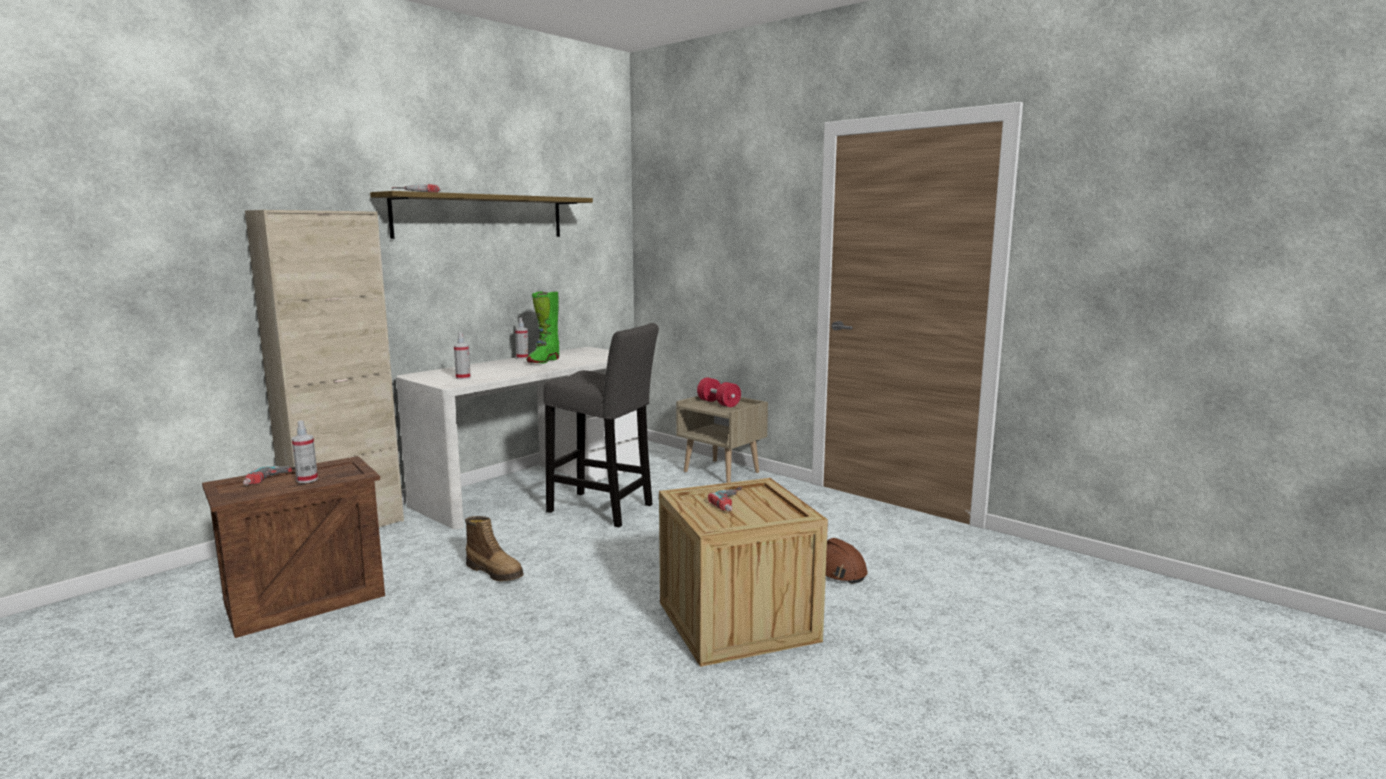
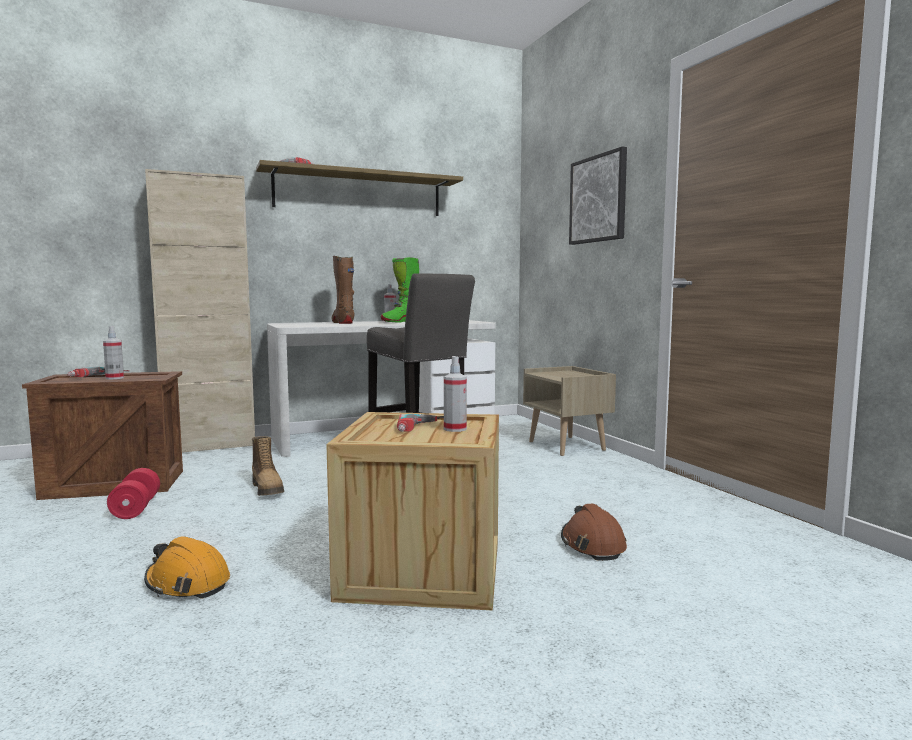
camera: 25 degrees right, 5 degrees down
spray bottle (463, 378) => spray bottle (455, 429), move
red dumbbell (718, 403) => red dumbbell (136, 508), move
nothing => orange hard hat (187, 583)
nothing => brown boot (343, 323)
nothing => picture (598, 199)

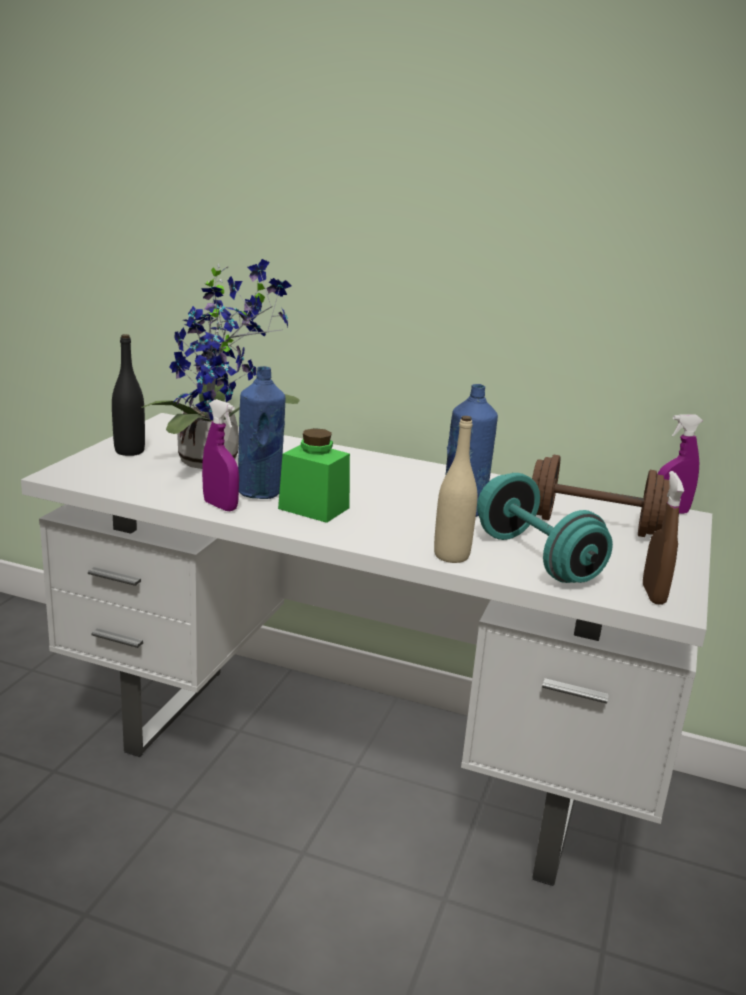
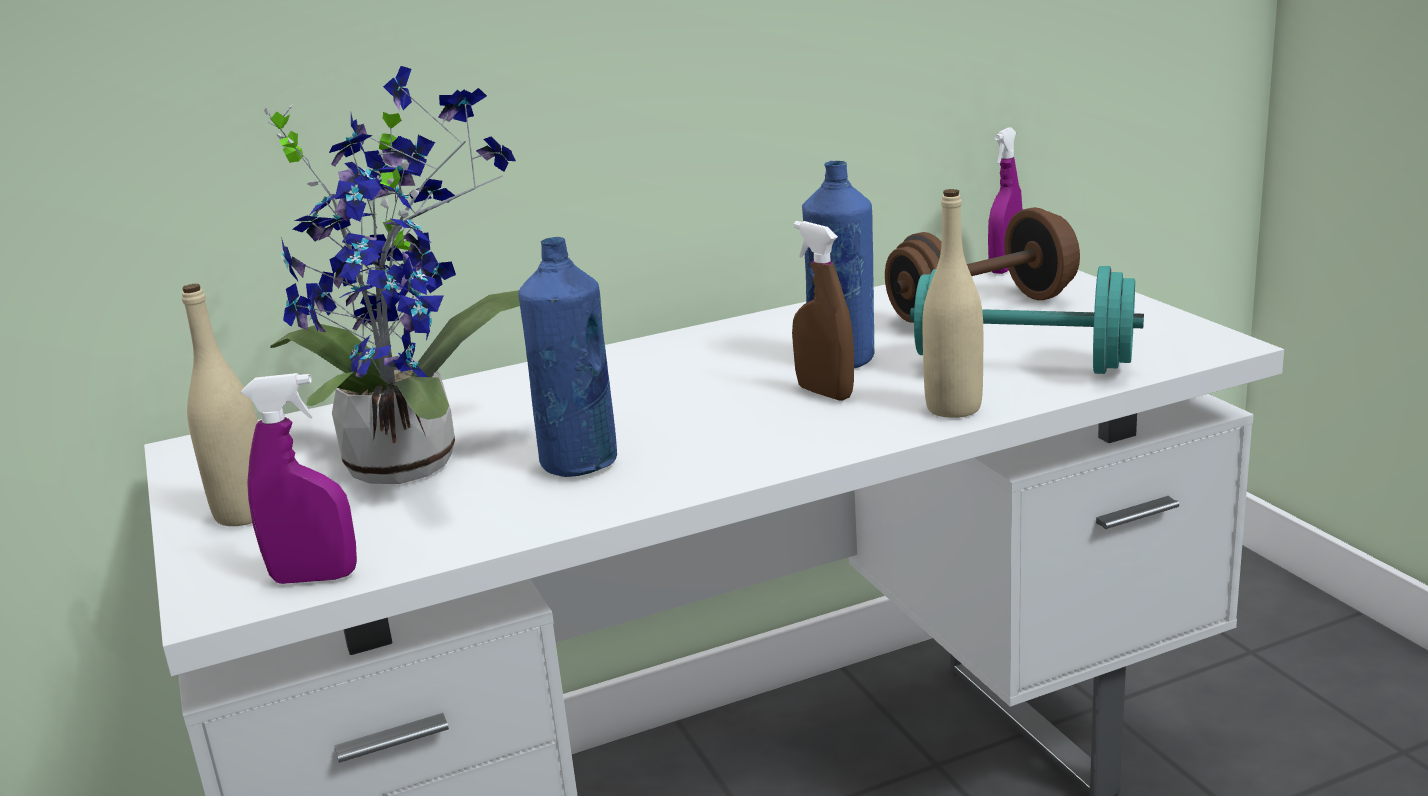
camera: 40 degrees left, 0 degrees up
black bottle (129, 451) => beige bottle (244, 514)
purple spray bottle (220, 506) => purple spray bottle (315, 577), move
green jar (314, 508) => nothing
brown spray bottle (653, 594) => brown spray bottle (824, 392), move

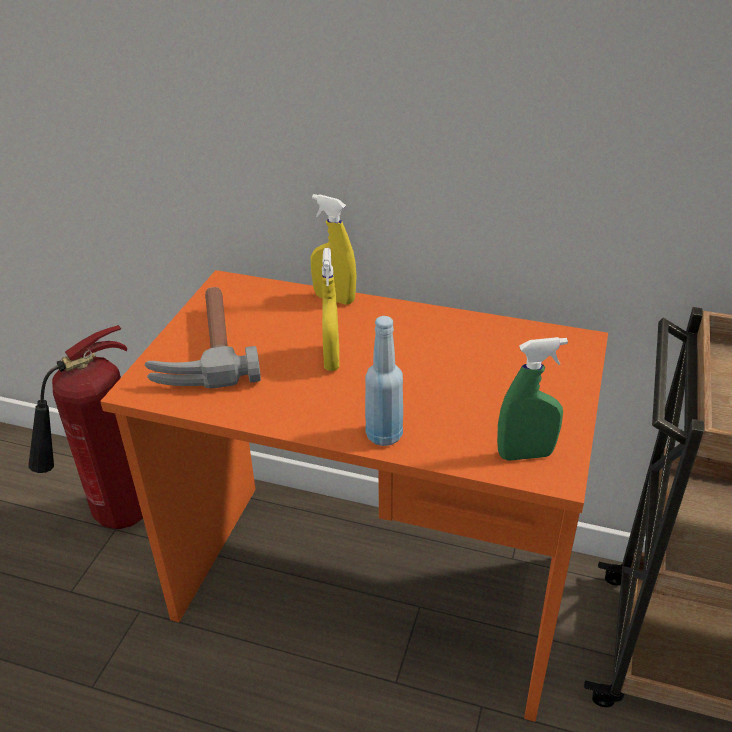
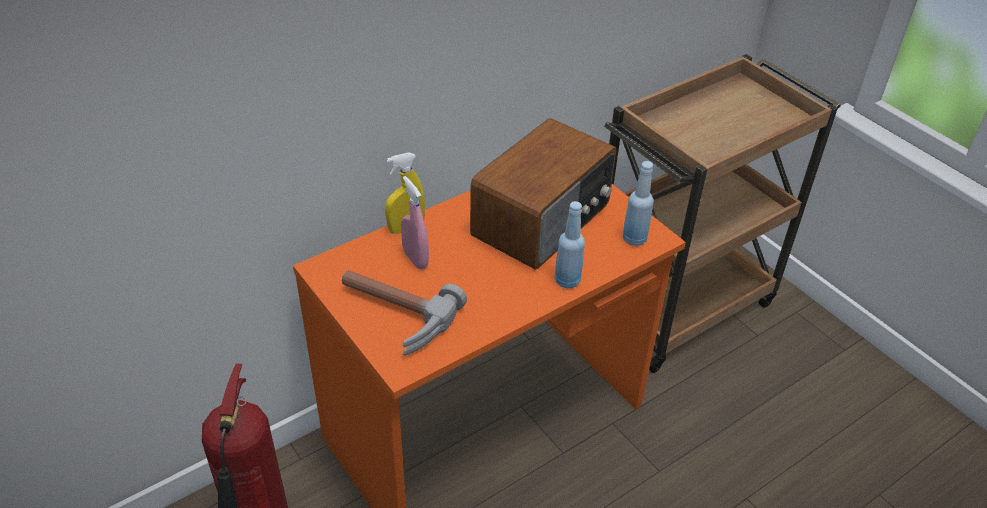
camera: 55 degrees left, 5 degrees up
yellow spray bottle (331, 359) => nothing
green spray bottle (525, 454) => blue bottle (634, 239)
nothing => pink spray bottle (415, 259)
nothing => radio (543, 220)

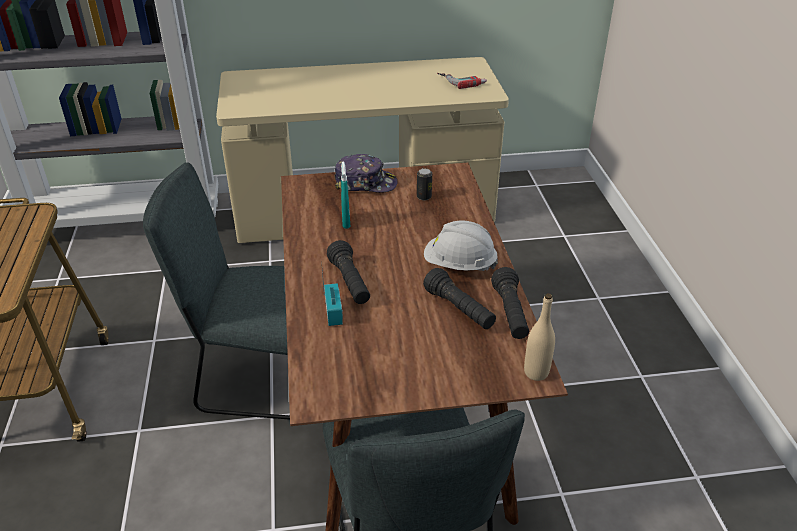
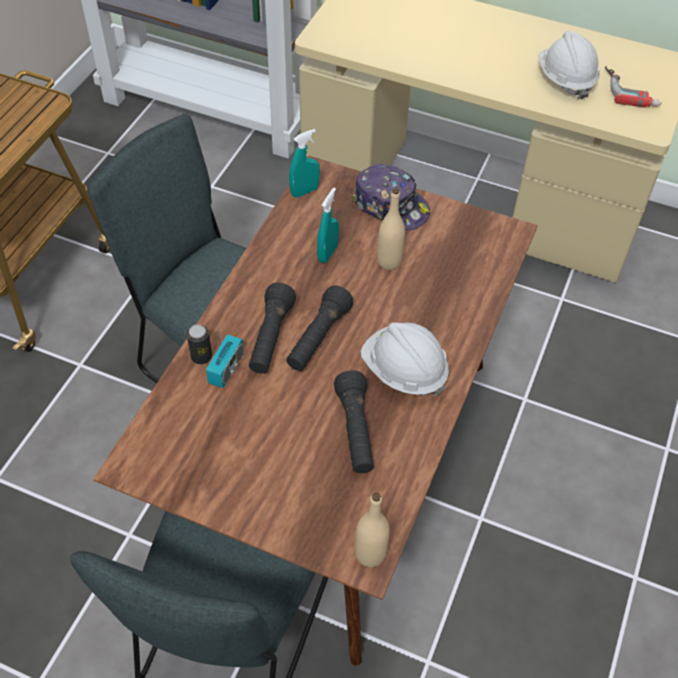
camera: 30 degrees right, 15 degrees up
can (424, 197) => can (201, 356), move
black flashlight (510, 313) => black flashlight (318, 338), move
nothing => turquoise spray bottle (304, 191)
nothing => beige bottle (389, 261)
nothing => white hard hat (565, 79)

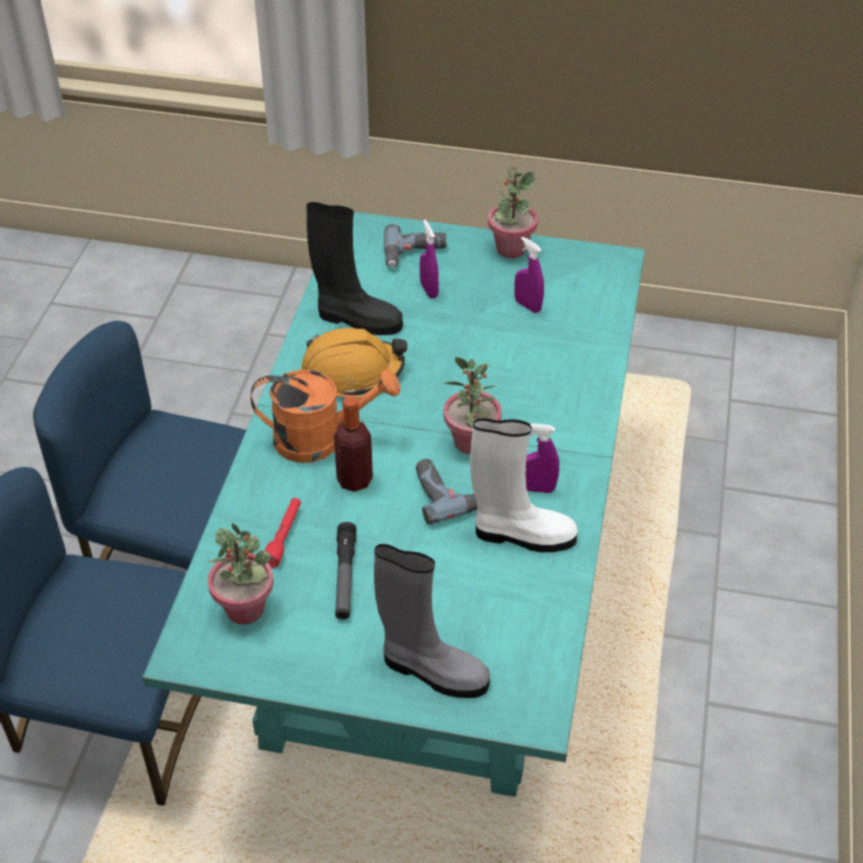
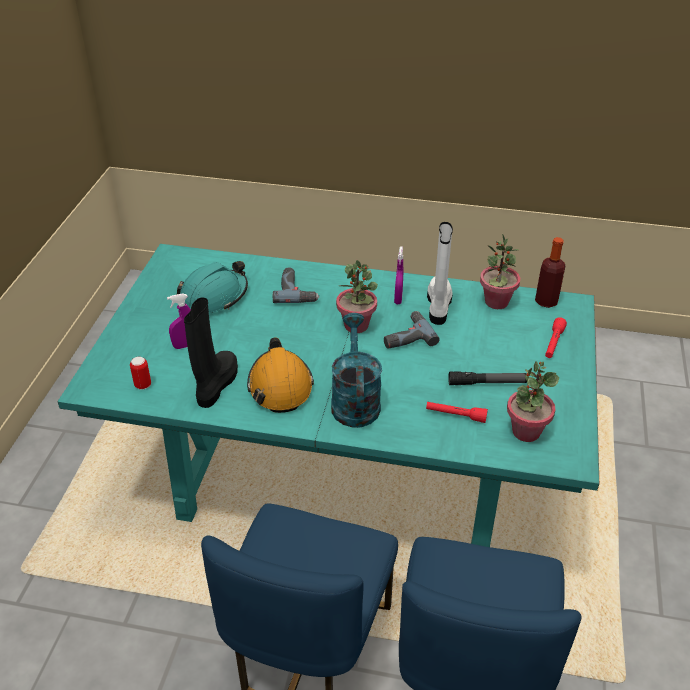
camera: 90 degrees left, 5 degrees down
orange watering can (321, 439) => turquoise watering can (354, 400)
bottle (354, 480) => bottle (546, 301), move
grey boot (432, 670) => red flashlight (553, 343)
power drill (414, 254) => power drill (296, 291), move
potted plant (510, 249) => potted plant (496, 302), move
purple spray bottle (527, 306) => turquoise hard hat (214, 297)
nothing => can (143, 385)

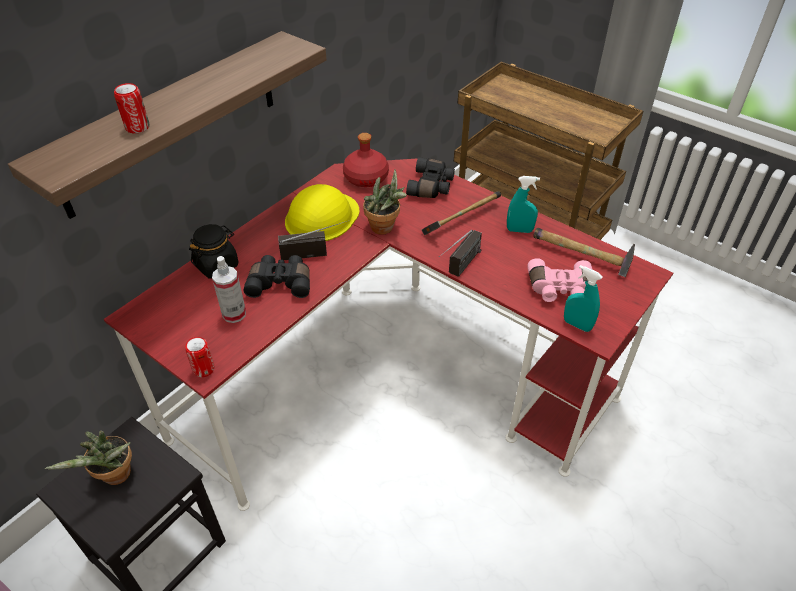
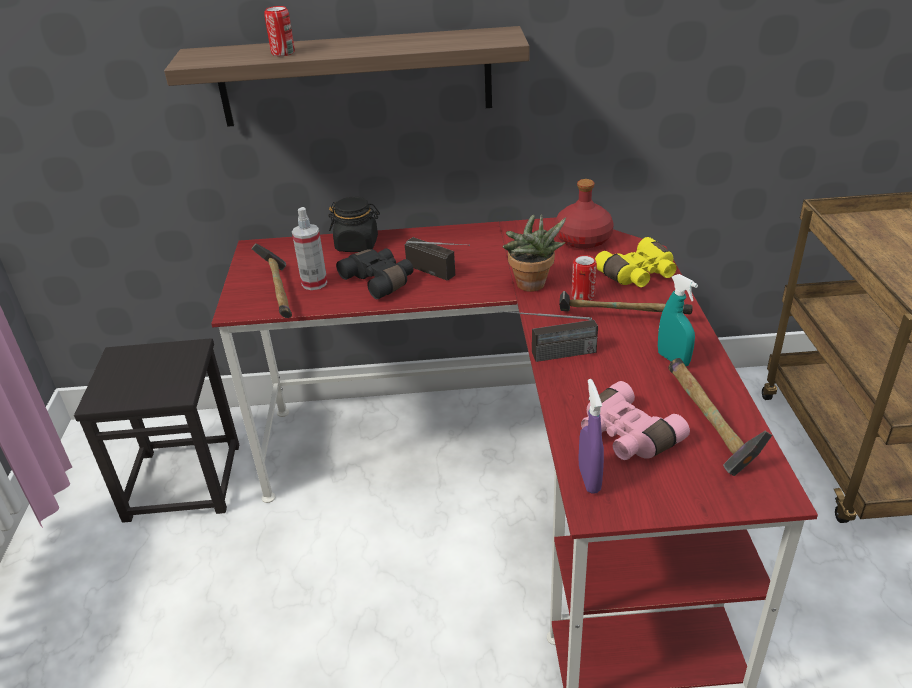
camera: 50 degrees right, 10 degrees down
potted plant (115, 477) => nothing
can (203, 369) => can (583, 296), move
yellow hard hat (322, 217) => nothing
black binoculars (431, 186) => yellow binoculars (639, 275)
turquoise spray bottle (577, 325) => purple spray bottle (589, 479)
nothing => hammer (280, 293)

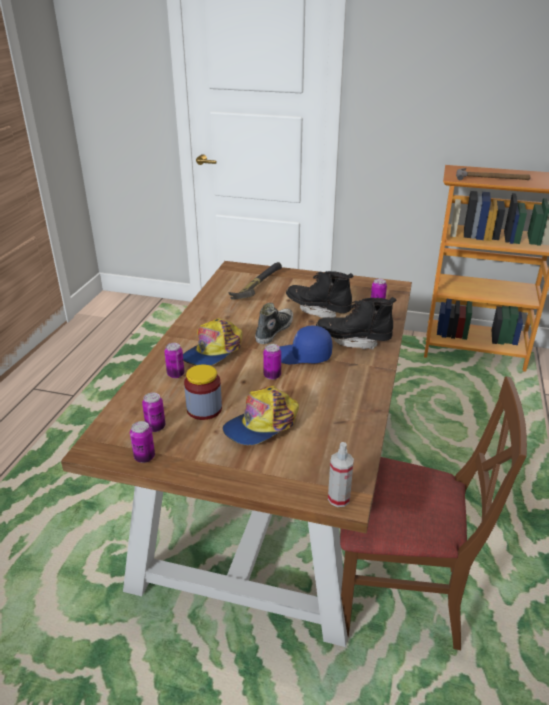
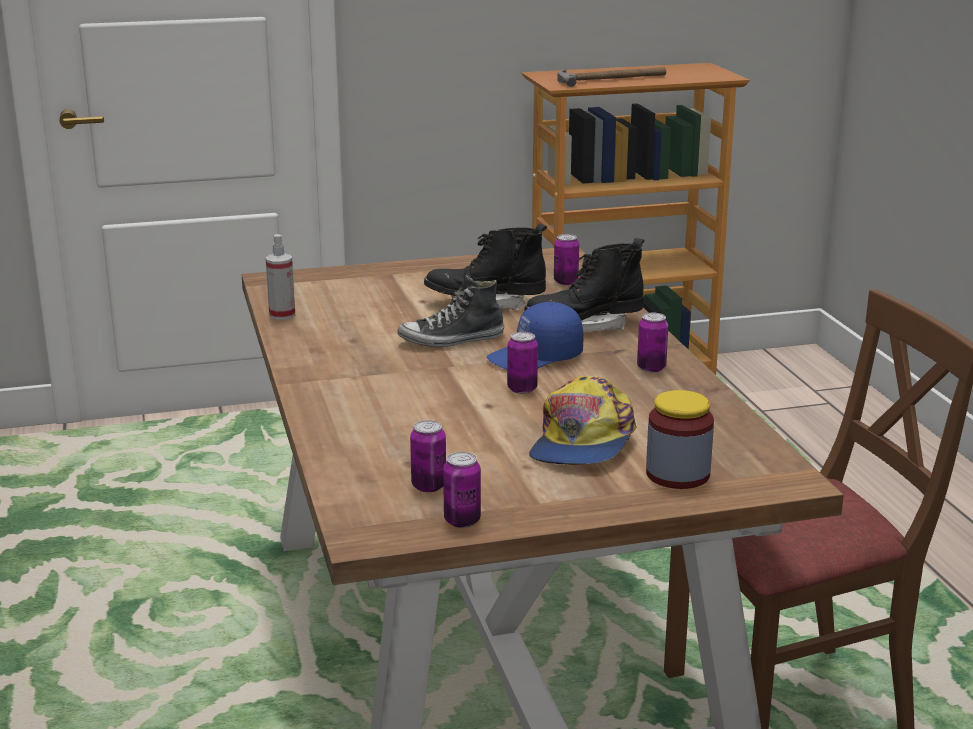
camera: 30 degrees left, 10 degrees down
can (175, 374) => can (651, 368), move
cap (213, 351) => nothing
jar (204, 409) => jar (677, 474), move
hammer (255, 289) => nothing
shoe (273, 330) => shoe (451, 340), 105 degrees counterclockwise
spray bottle (339, 498) => spray bottle (282, 315), move

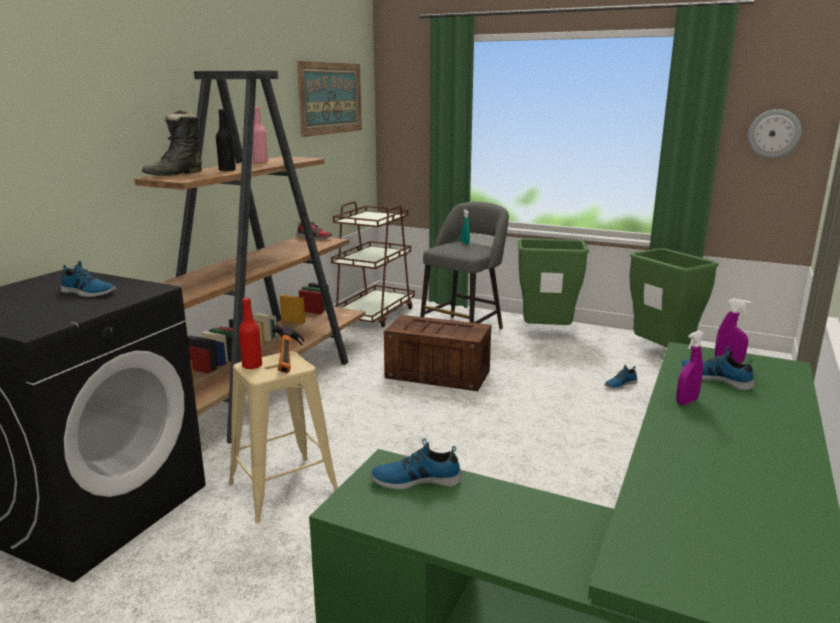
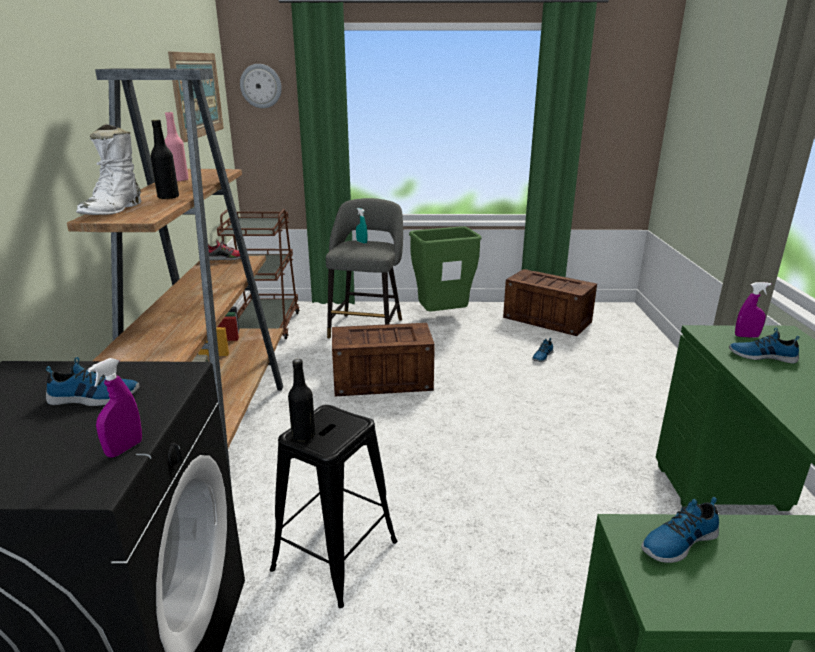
camera: 25 degrees left, 5 degrees up
black boot (175, 174) => white boot (114, 210)
beige stool (282, 489) => black stool (335, 556)
red bottle (252, 366) => black bottle (303, 435)
hammer (290, 360) => nothing
green trash can (662, 353) => crate (548, 320)
purple spray bottle (686, 401) => purple spray bottle (124, 449), move
wall clock (774, 133) => wall clock (261, 86), move

